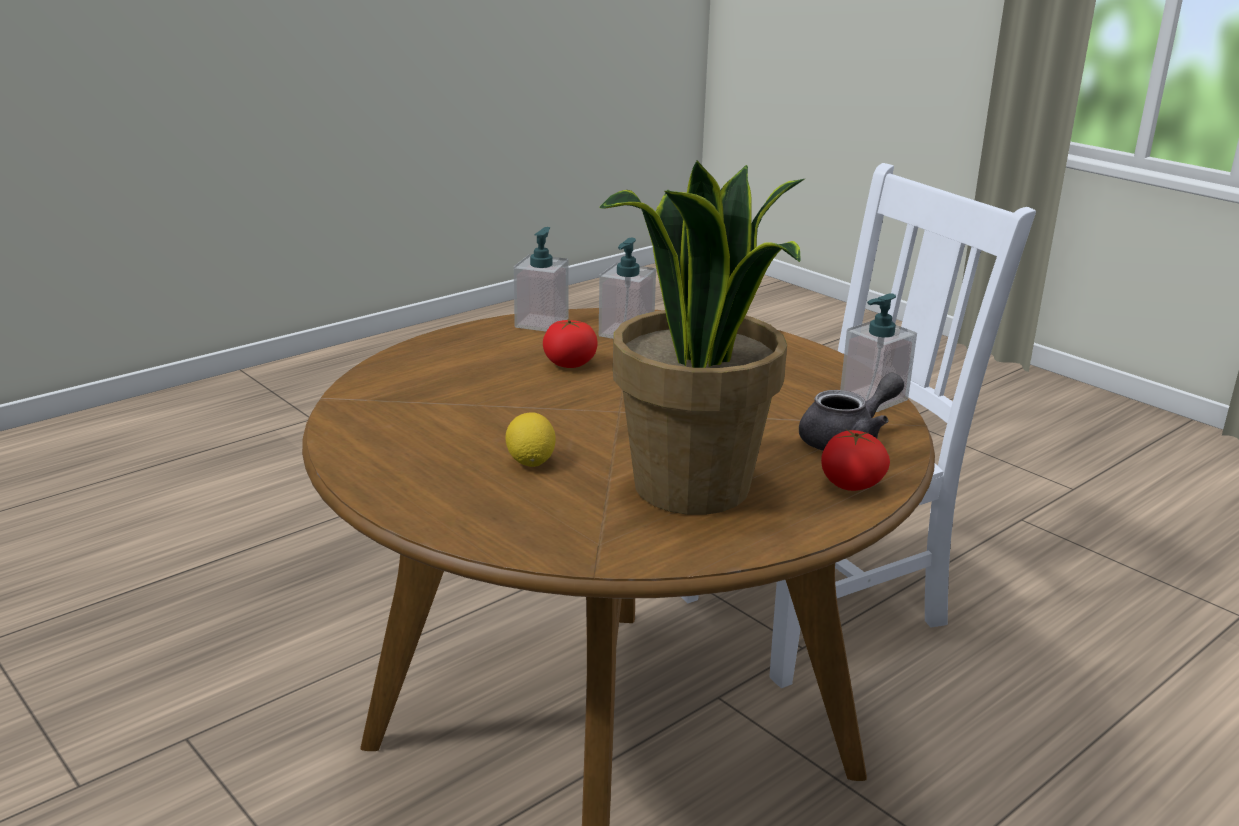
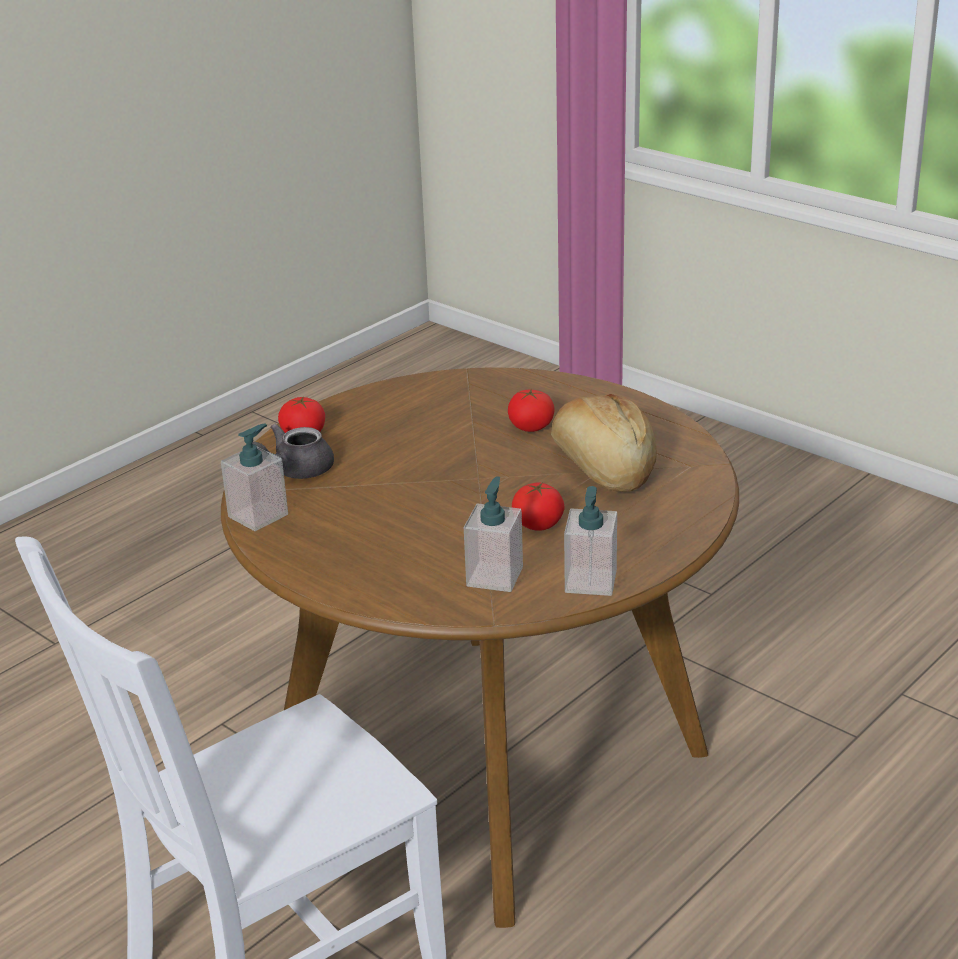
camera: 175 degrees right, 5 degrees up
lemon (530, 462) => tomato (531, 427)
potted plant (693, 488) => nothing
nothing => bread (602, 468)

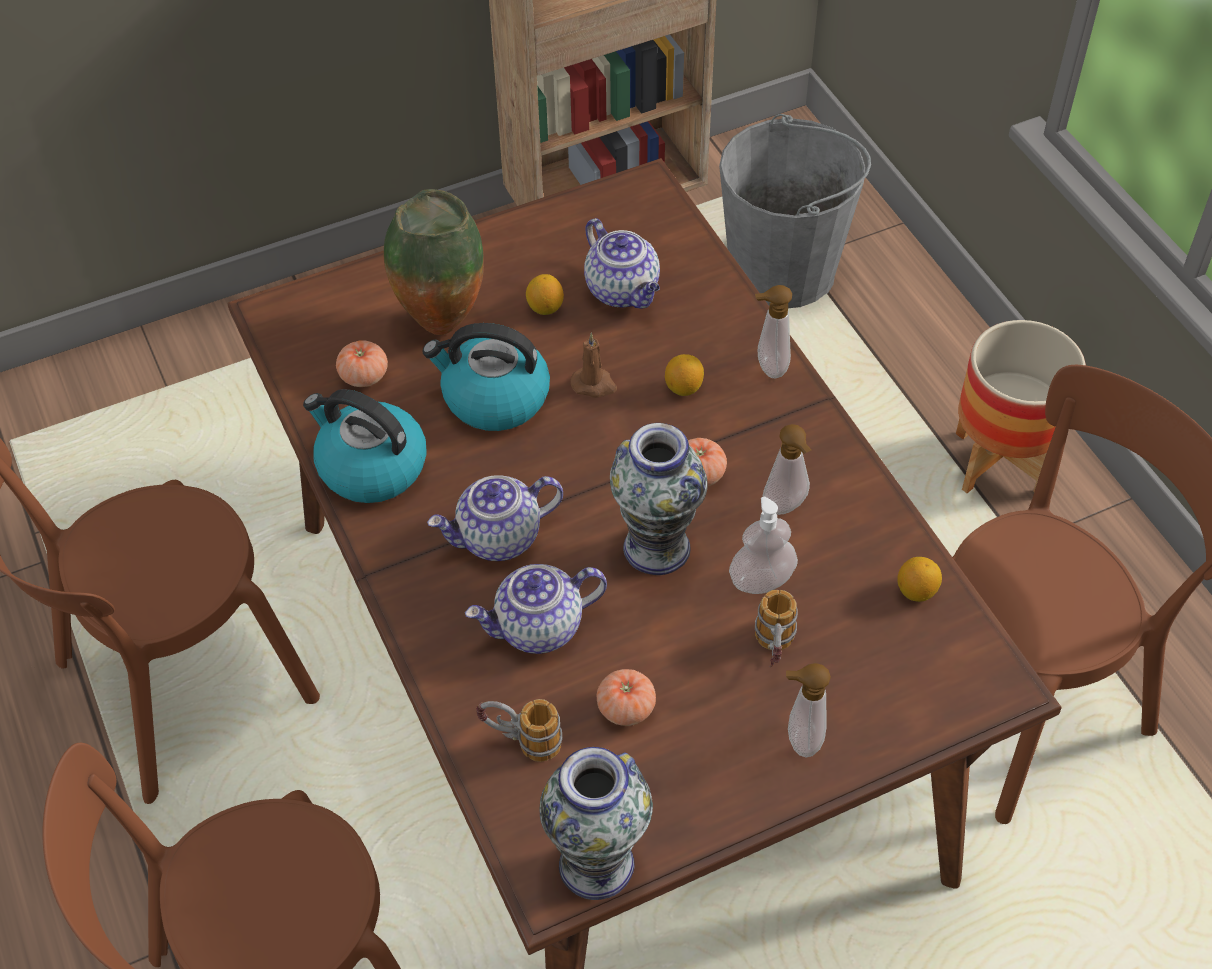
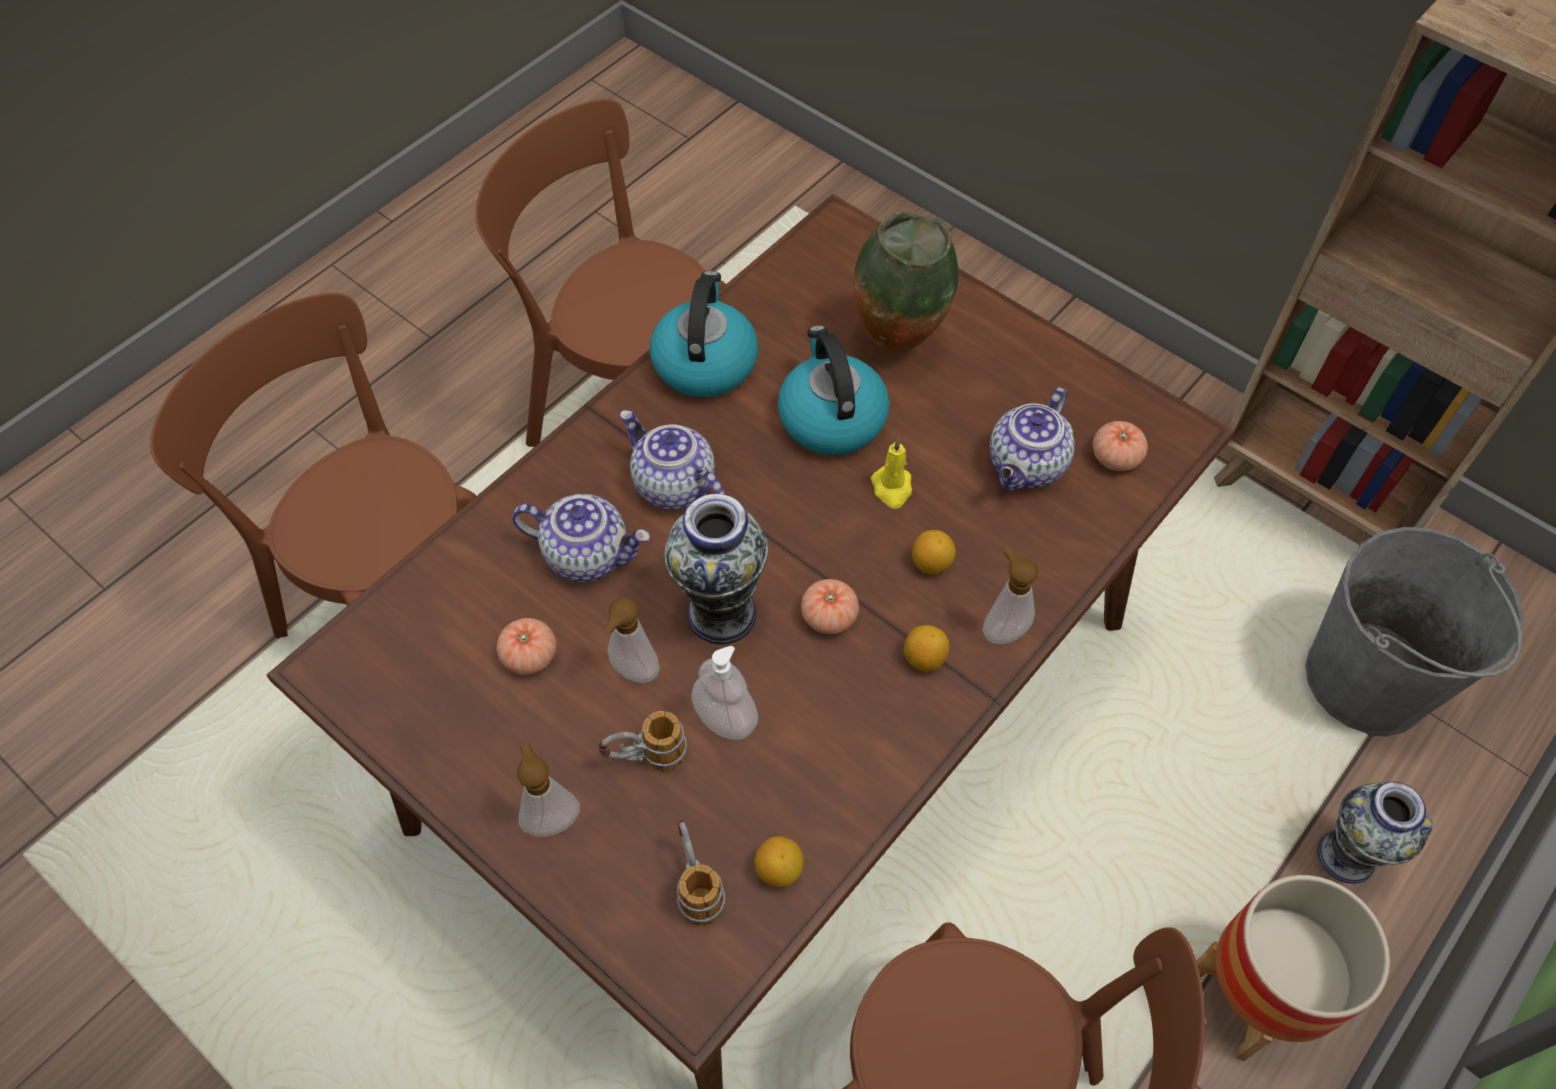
camera: 65 degrees right, 5 degrees up
tomato (364, 375) => tomato (1115, 457), move
teapot (538, 628) => teapot (588, 554), 150 degrees clockwise
mug (521, 741) => mug (696, 883), move
lemon (545, 308) => lemon (924, 658), move
vase (596, 863) => vase (1346, 855), move
brown candle (594, 384) => yellow candle (892, 488)
soap dispenser (786, 508) => soap dispenser (632, 673), move

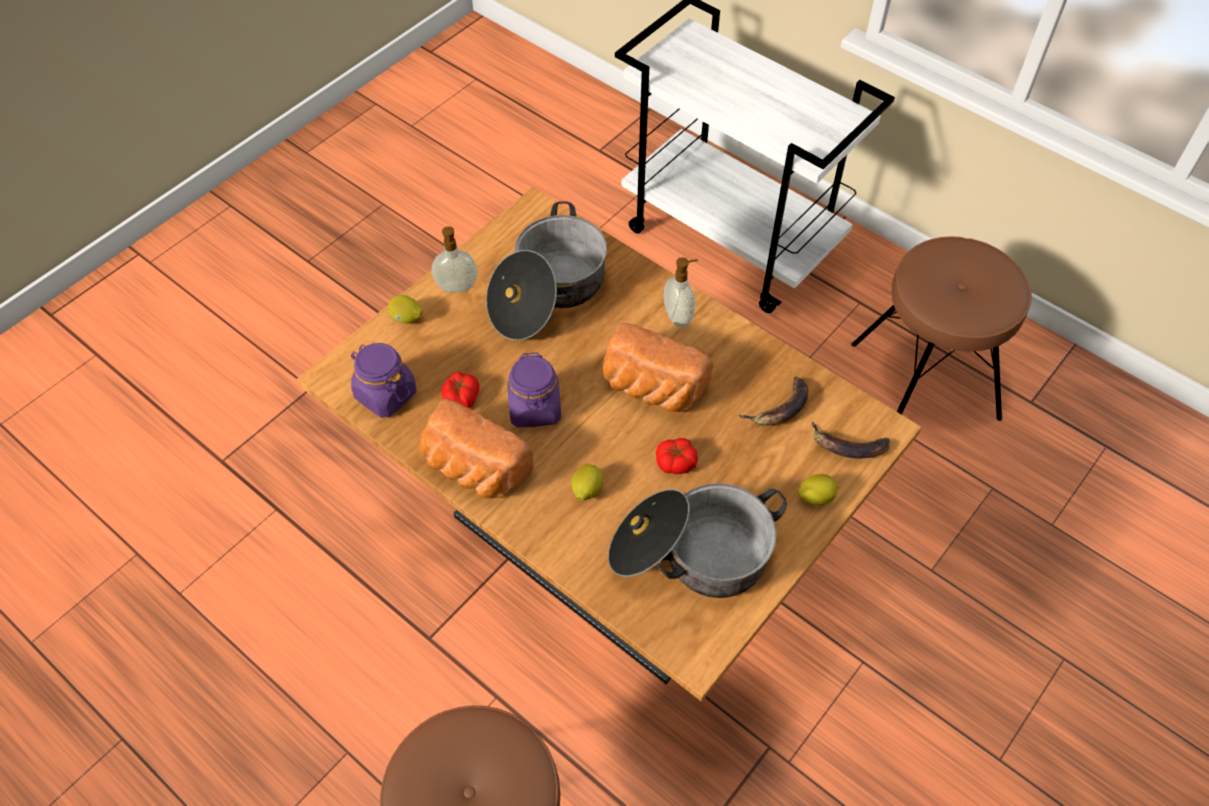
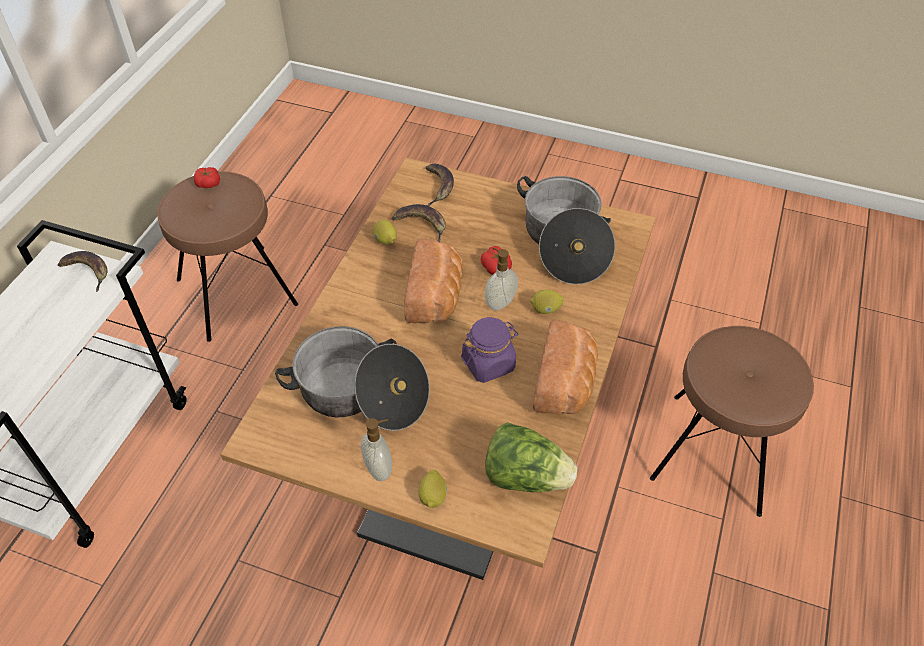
camera: 110 degrees left, 5 degrees down
purple jar (385, 394) => lettuce (526, 476)
tomato (461, 397) => tomato (208, 183), move
soap dispenser (679, 317) => soap dispenser (499, 302), move
lemon (815, 497) => lemon (385, 240), move
nothing => banana (87, 271)

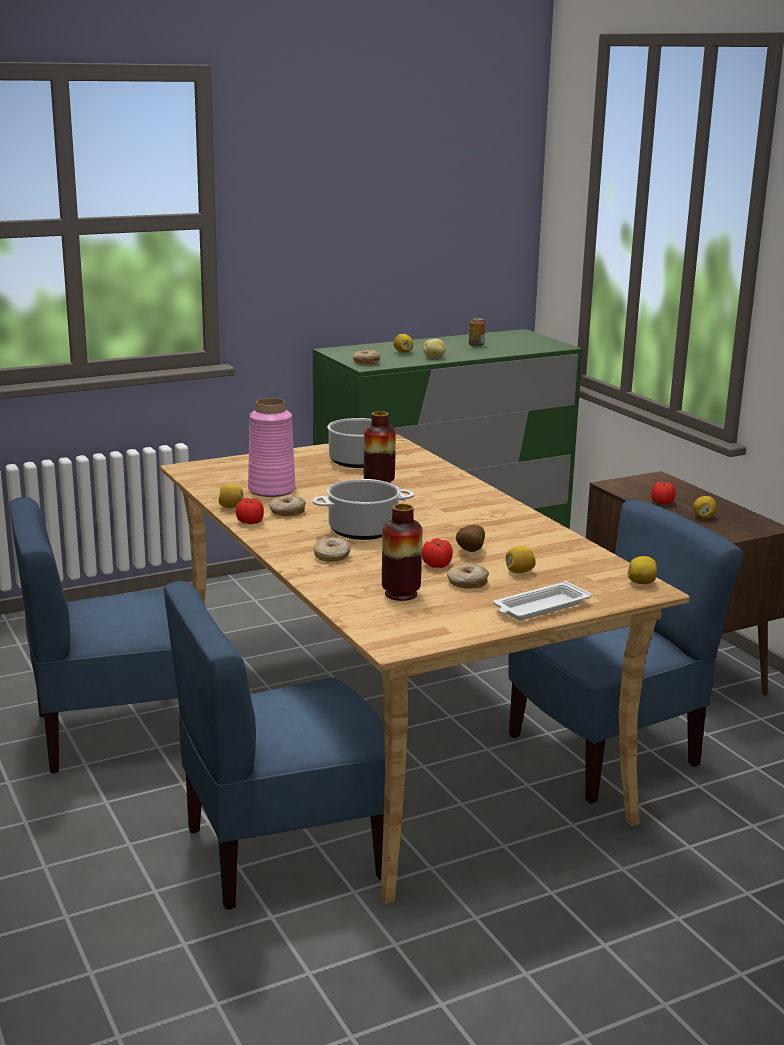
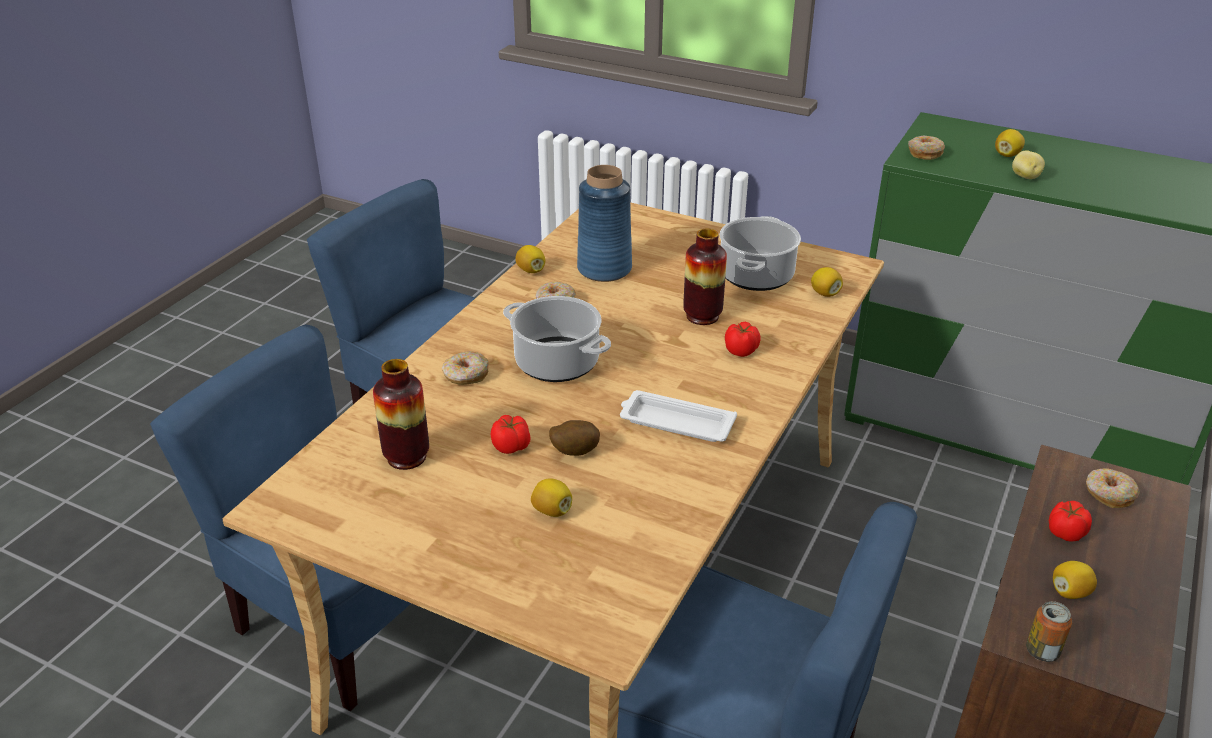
camera: 55 degrees right, 15 degrees up
tomato (250, 522) => tomato (741, 351), move
pink vase (272, 490) => blue vase (604, 269)
donut (467, 583) => donut (1108, 494), move
can (476, 345) => can (1042, 651), move
white tray (540, 607) => white tray (675, 422), move
lemon (642, 583) => lemon (825, 293), move

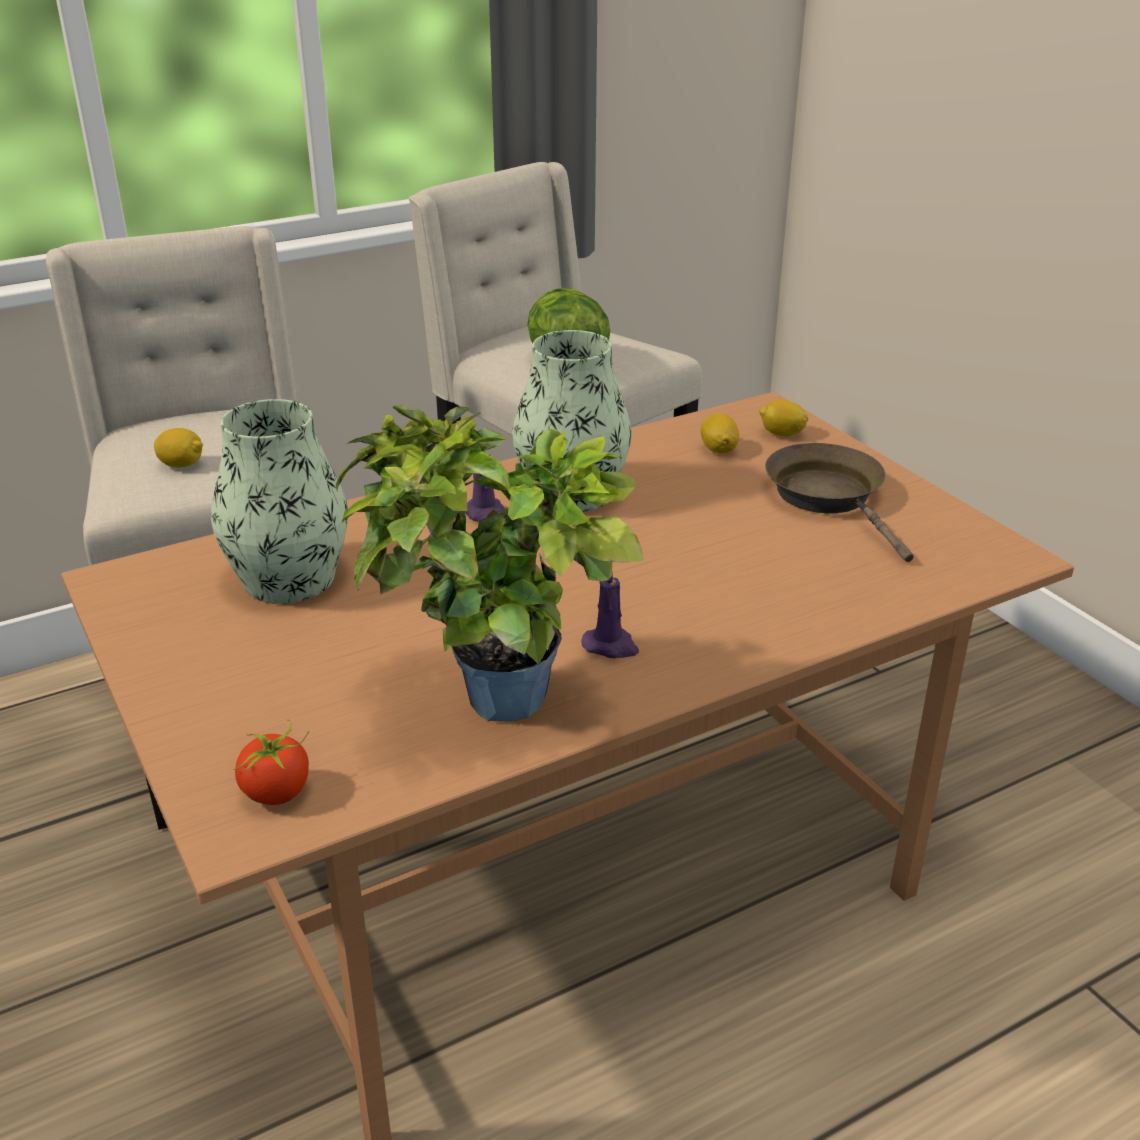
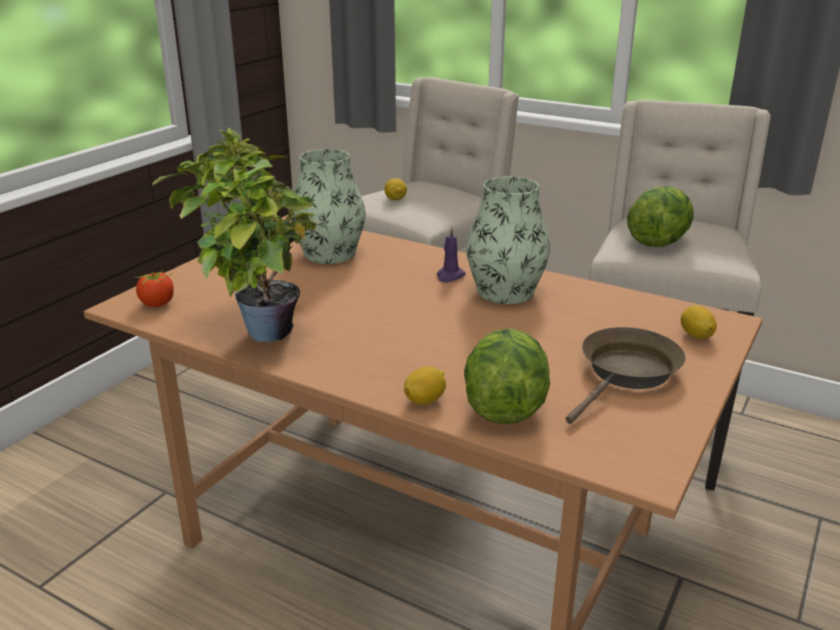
camera: 60 degrees right, 5 degrees down
purple candle (611, 646) => nothing
lemon (718, 450) => lemon (425, 400), move
nothing => lettuce (504, 407)

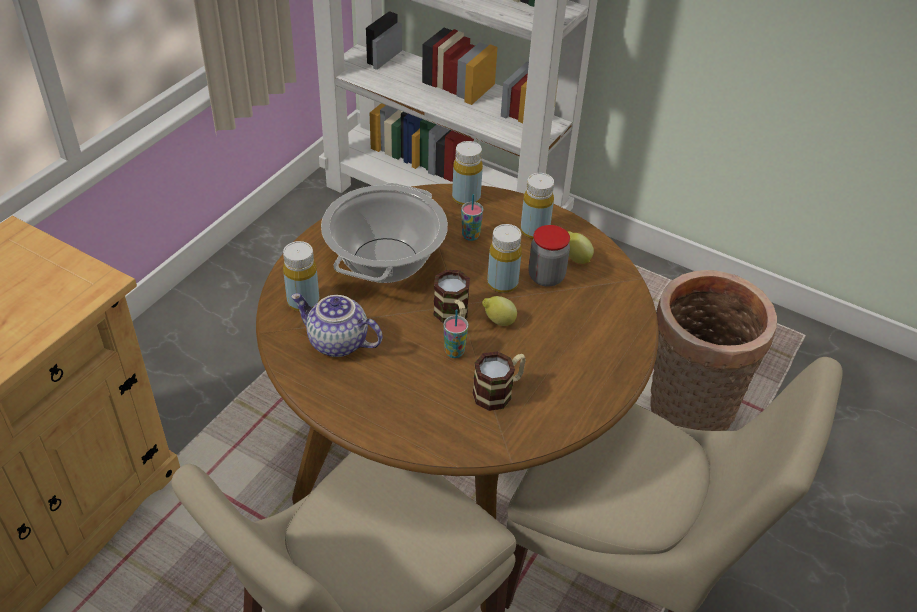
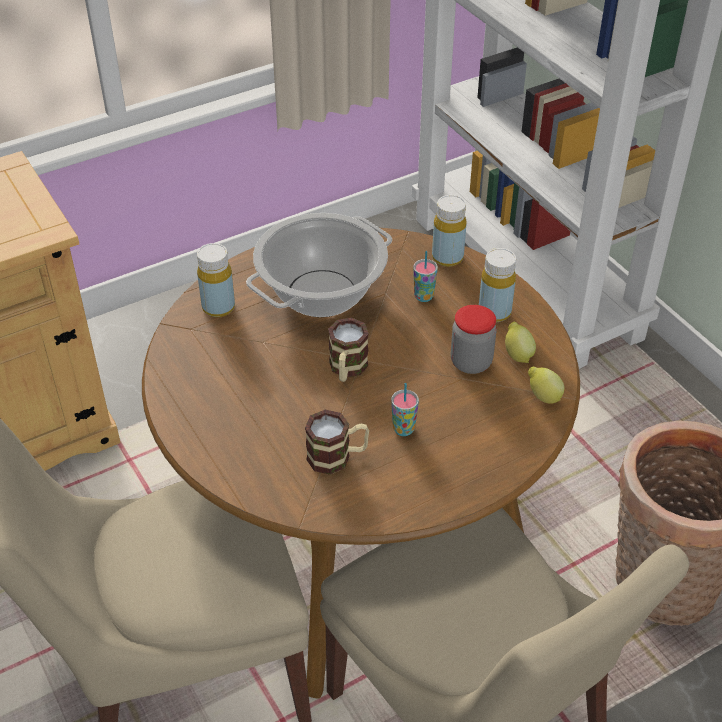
camera: 30 degrees right, 0 degrees up
teapot (336, 343) => nothing
cup (454, 352) => cup (403, 429), move
lemon (498, 321) => lemon (543, 396), move
yellow bottle (502, 283) => nothing

